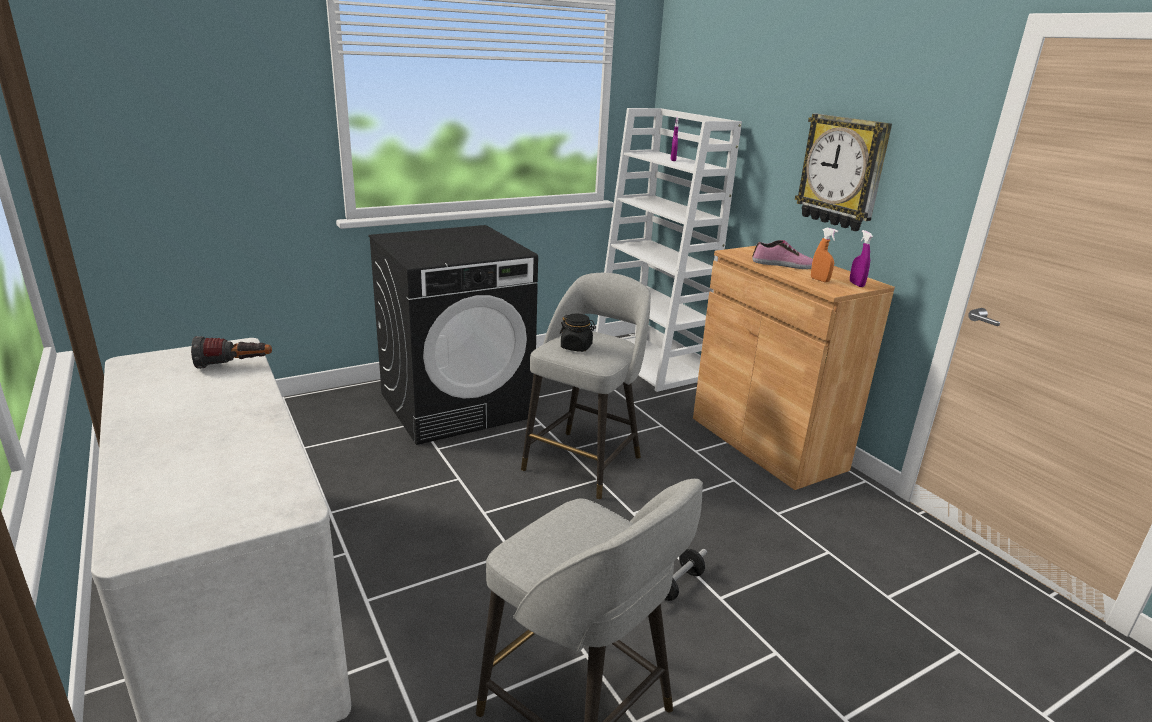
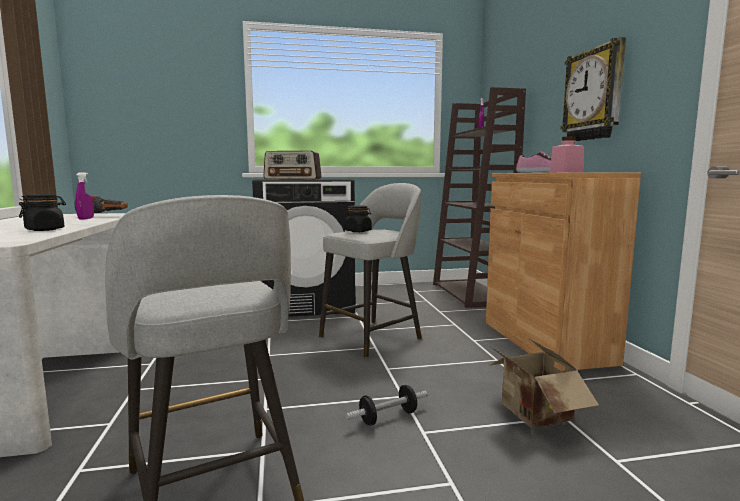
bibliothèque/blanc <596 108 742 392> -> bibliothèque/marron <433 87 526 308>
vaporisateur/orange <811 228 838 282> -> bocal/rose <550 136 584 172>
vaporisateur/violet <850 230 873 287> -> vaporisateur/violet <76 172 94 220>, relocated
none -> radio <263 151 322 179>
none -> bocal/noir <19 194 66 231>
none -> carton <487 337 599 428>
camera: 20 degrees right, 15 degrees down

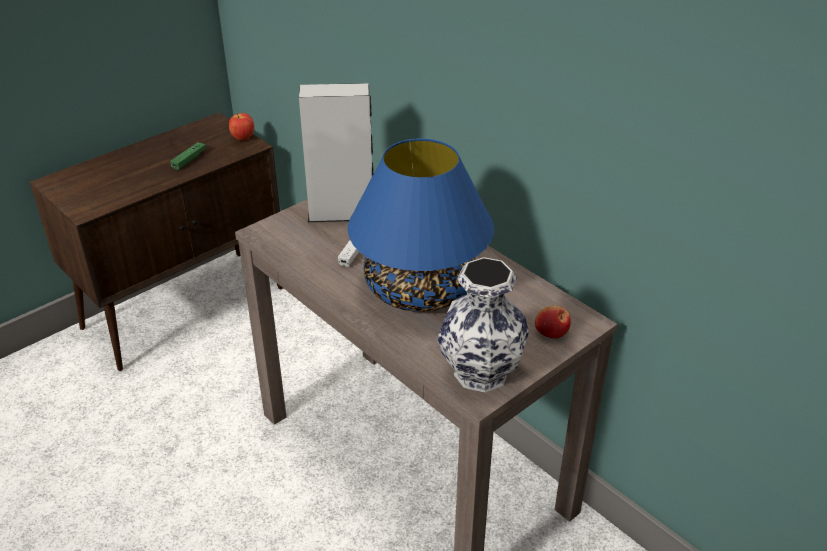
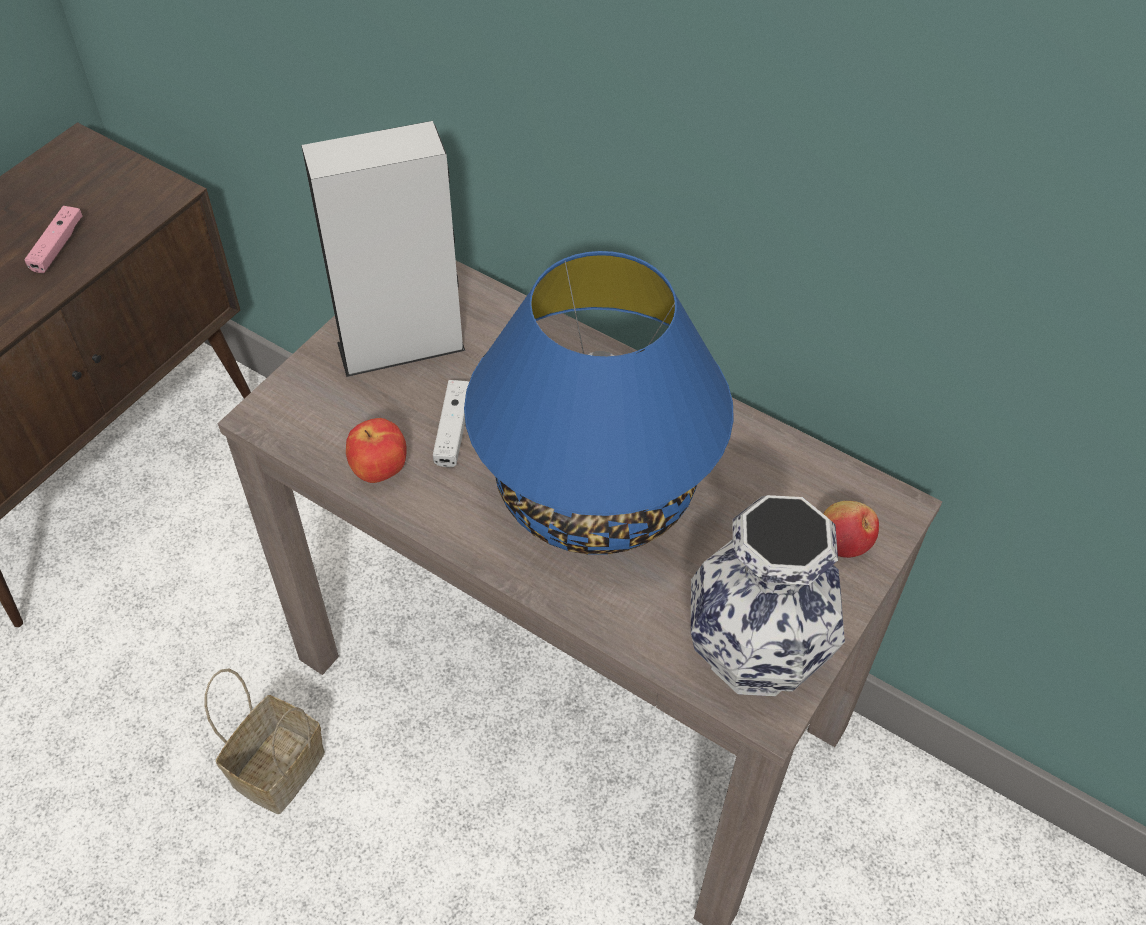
pomme <229 113 254 140> -> pomme <346 418 407 483>, relocated
manette/vert <170 142 206 170> -> manette/rose <24 206 83 273>
none -> panier <205 669 325 814>
camera: 15 degrees left, 15 degrees up

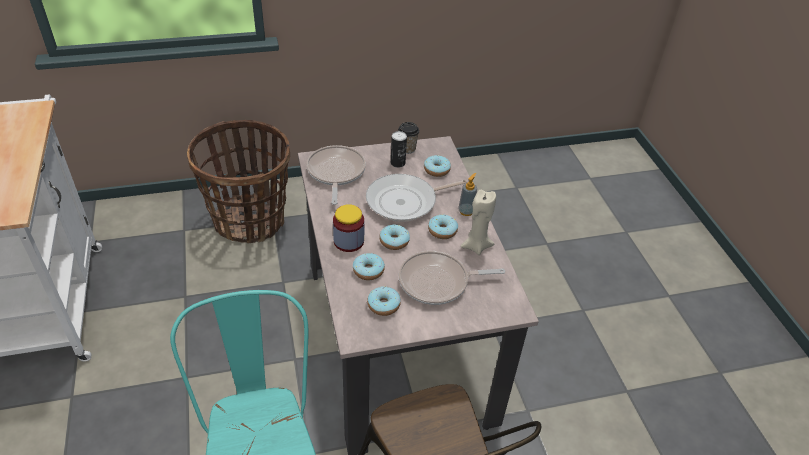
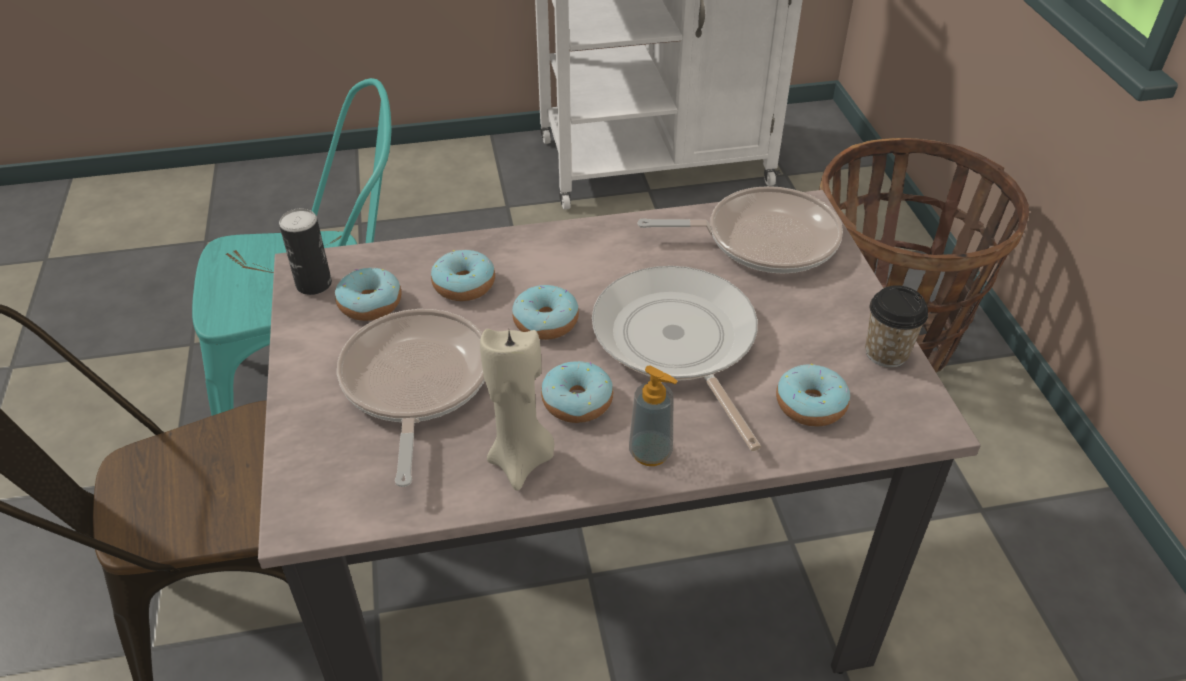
boîte métallique <391 131 407 168> -> boîte métallique <279 208 332 295>, relocated
bocal <333 204 364 252> -> none
camera: 95 degrees right, 0 degrees up

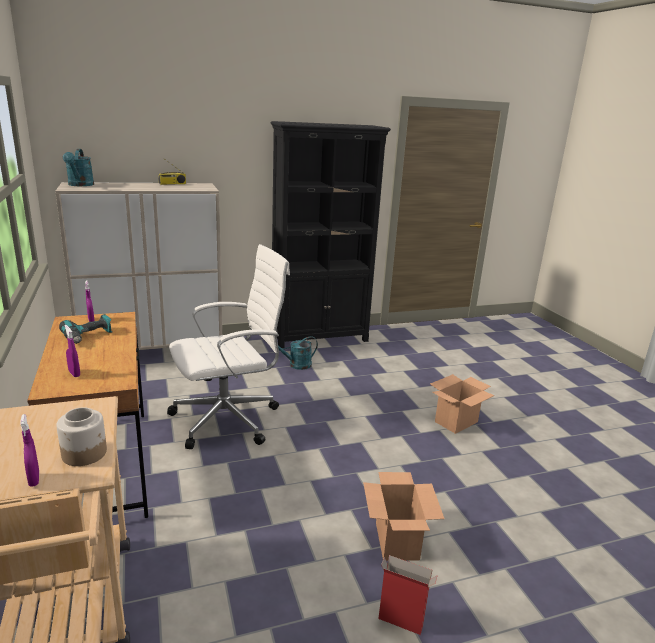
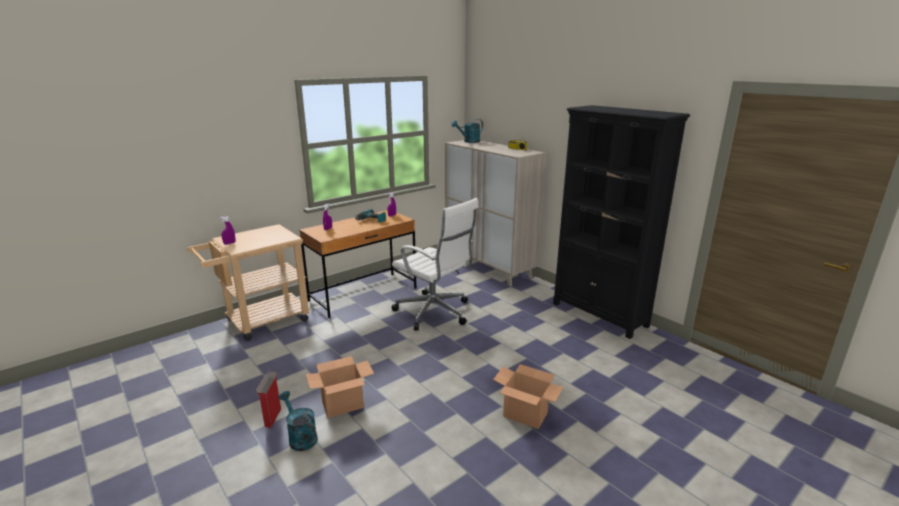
arrosoir/turquoise <270 336 318 370> -> arrosoir/turquoise <278 391 318 451>, relocated
bocal <56 407 107 466> -> none
camera: 70 degrees right, 0 degrees up

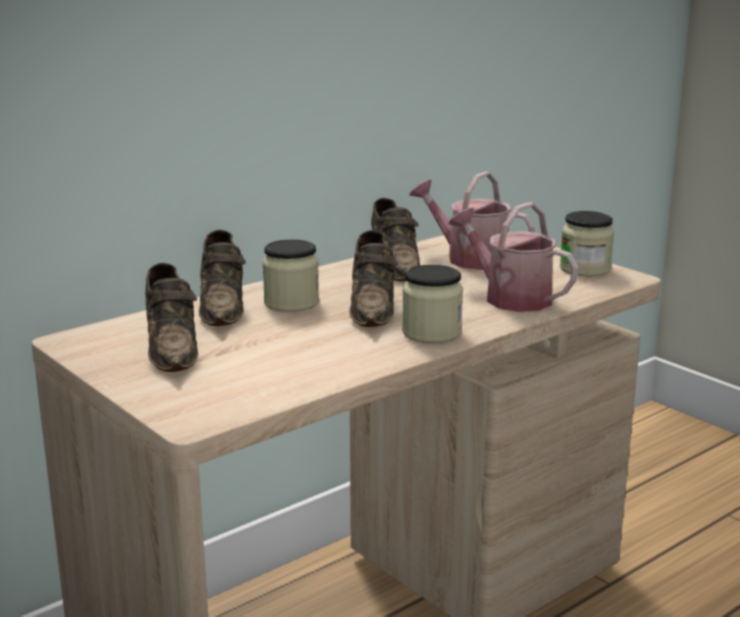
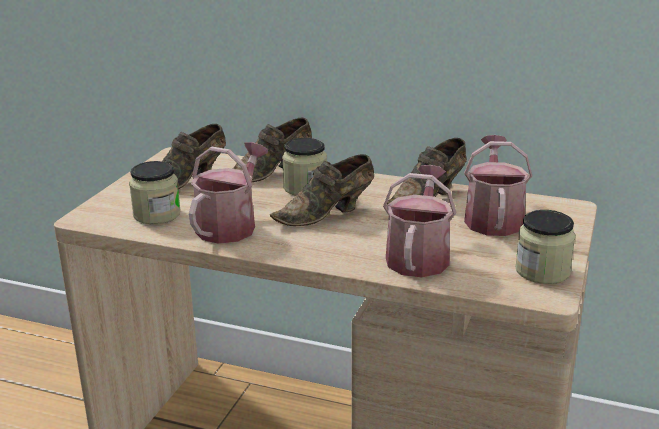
bocal <402 265 463 343> -> bocal <129 161 181 224>, relocated
none -> arrosoir <189 142 268 244>
camera: 60 degrees right, 5 degrees up

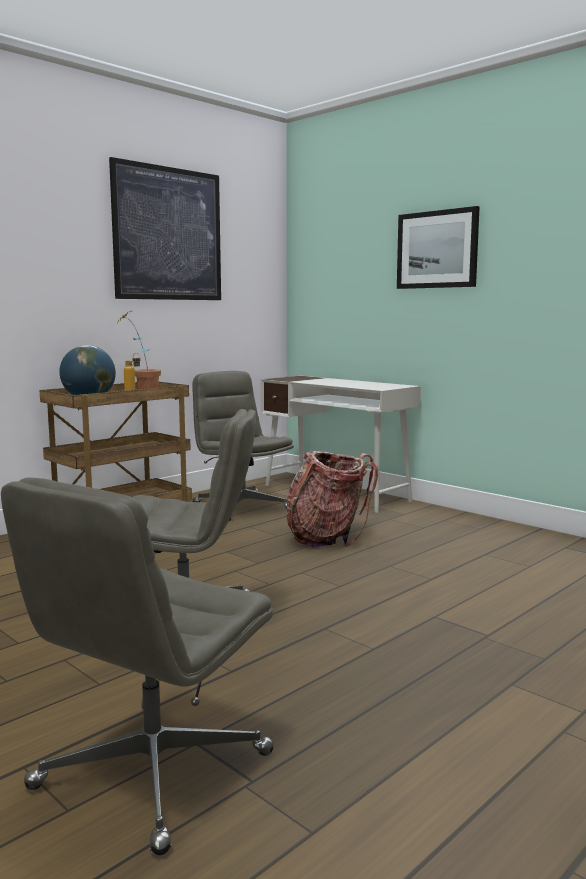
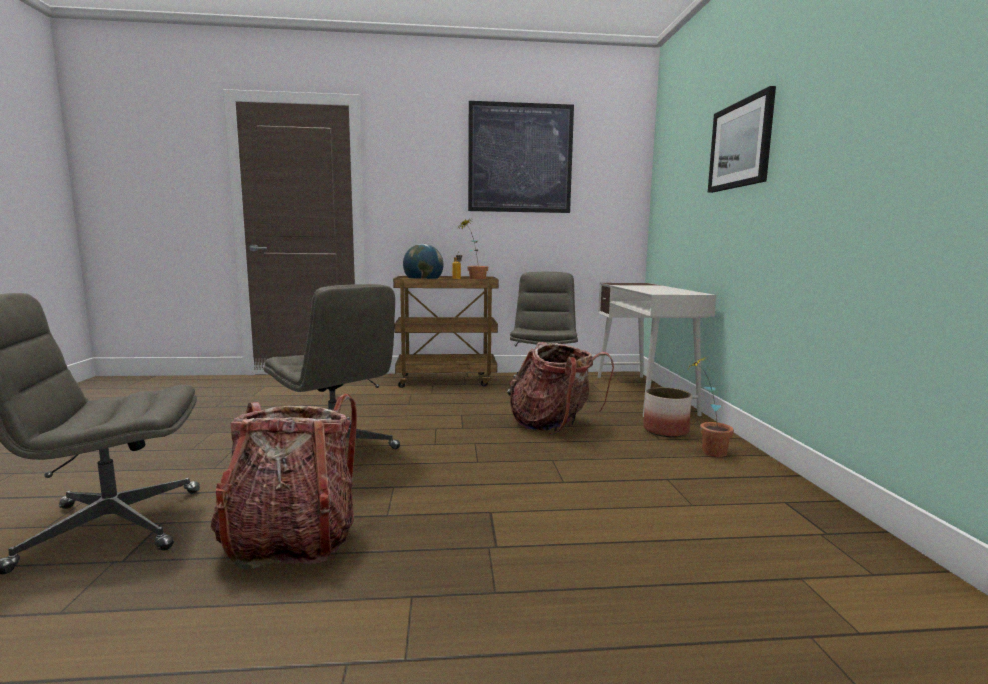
none -> plante en pot <687 357 734 457>
none -> cache-pot <643 387 692 437>
none -> sac à dos <211 394 357 569>
camera: 40 degrees right, 0 degrees up

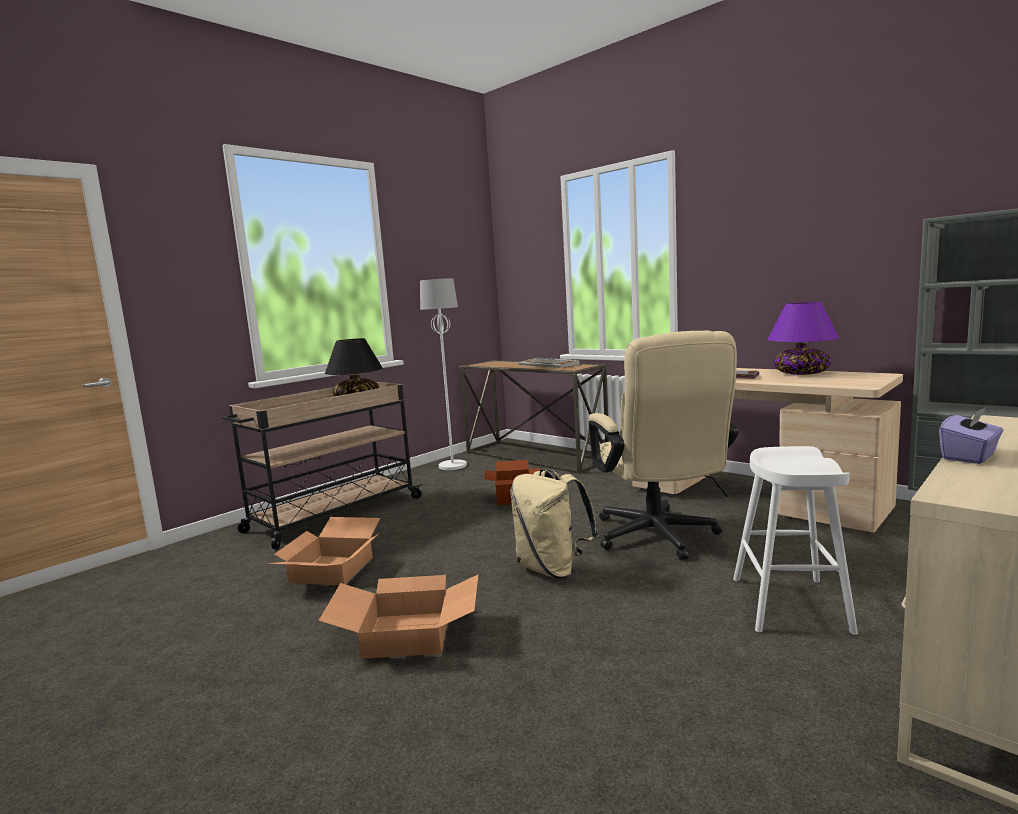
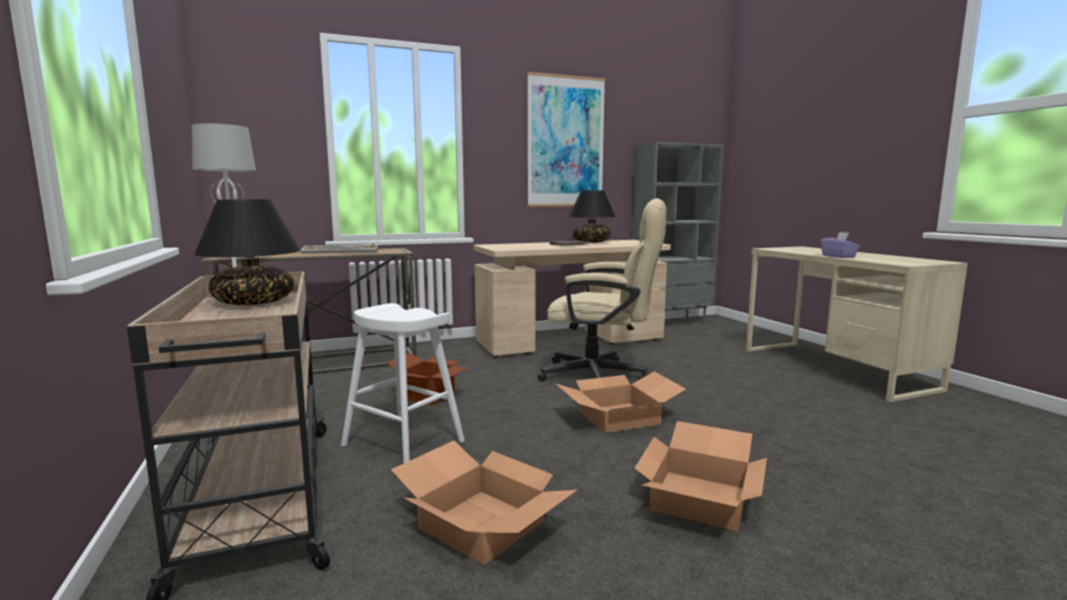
lampe de table/violet <767 302 839 375> -> lampe de table/noir <569 191 616 243>
tabouret/blanc <733 446 858 635> -> tabouret/blanc <341 303 465 464>, relocated
sac à dos/beige <510 469 599 579> -> carton <555 371 686 433>
none -> tableau <527 72 606 207>
camera: 65 degrees left, 0 degrees up

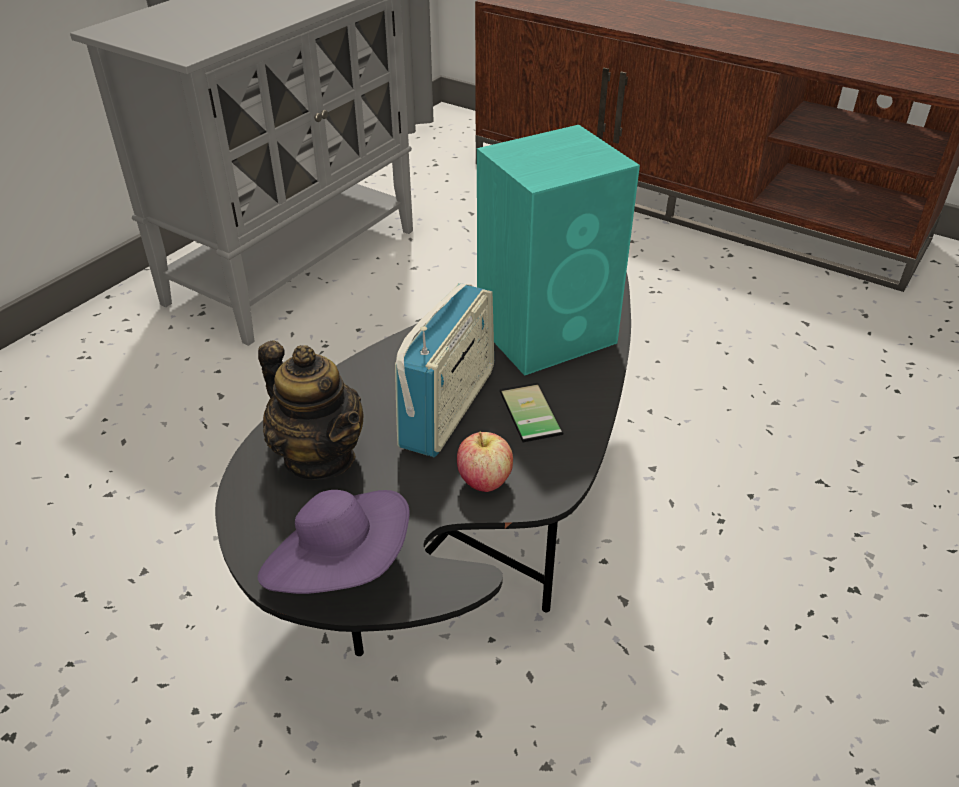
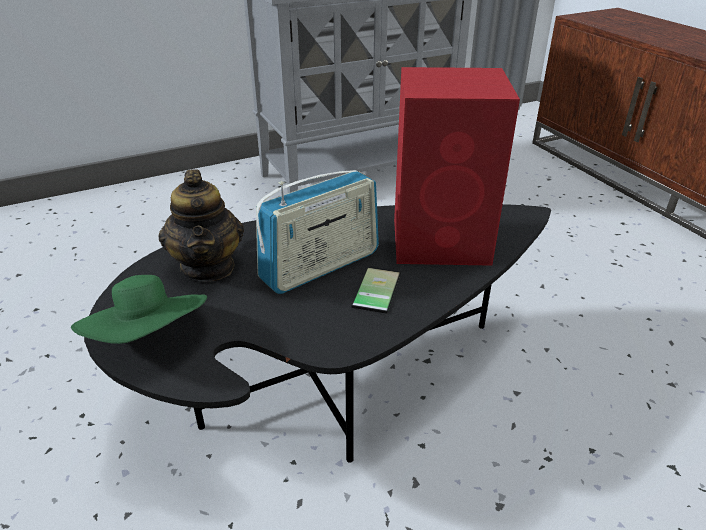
enceinte/turquoise <477 125 640 376> -> enceinte/rouge <394 67 520 266>
pomme <457 432 513 492> -> none
chapeau/violet <258 490 410 594> -> chapeau/vert <71 275 207 344>
camera: 30 degrees right, 5 degrees down

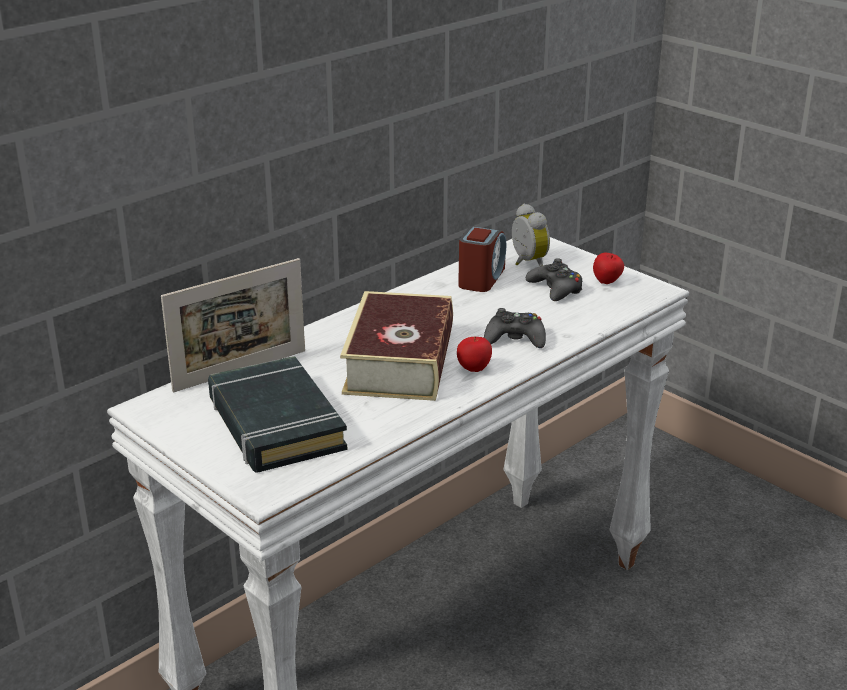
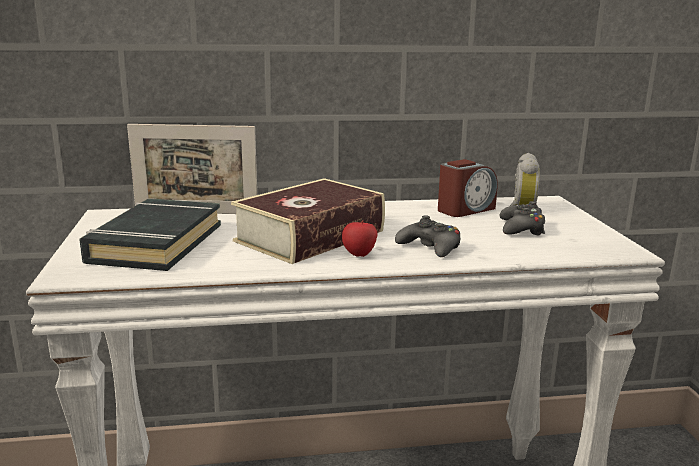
pomme <593 253 624 284> -> none
camera: 35 degrees right, 10 degrees down

